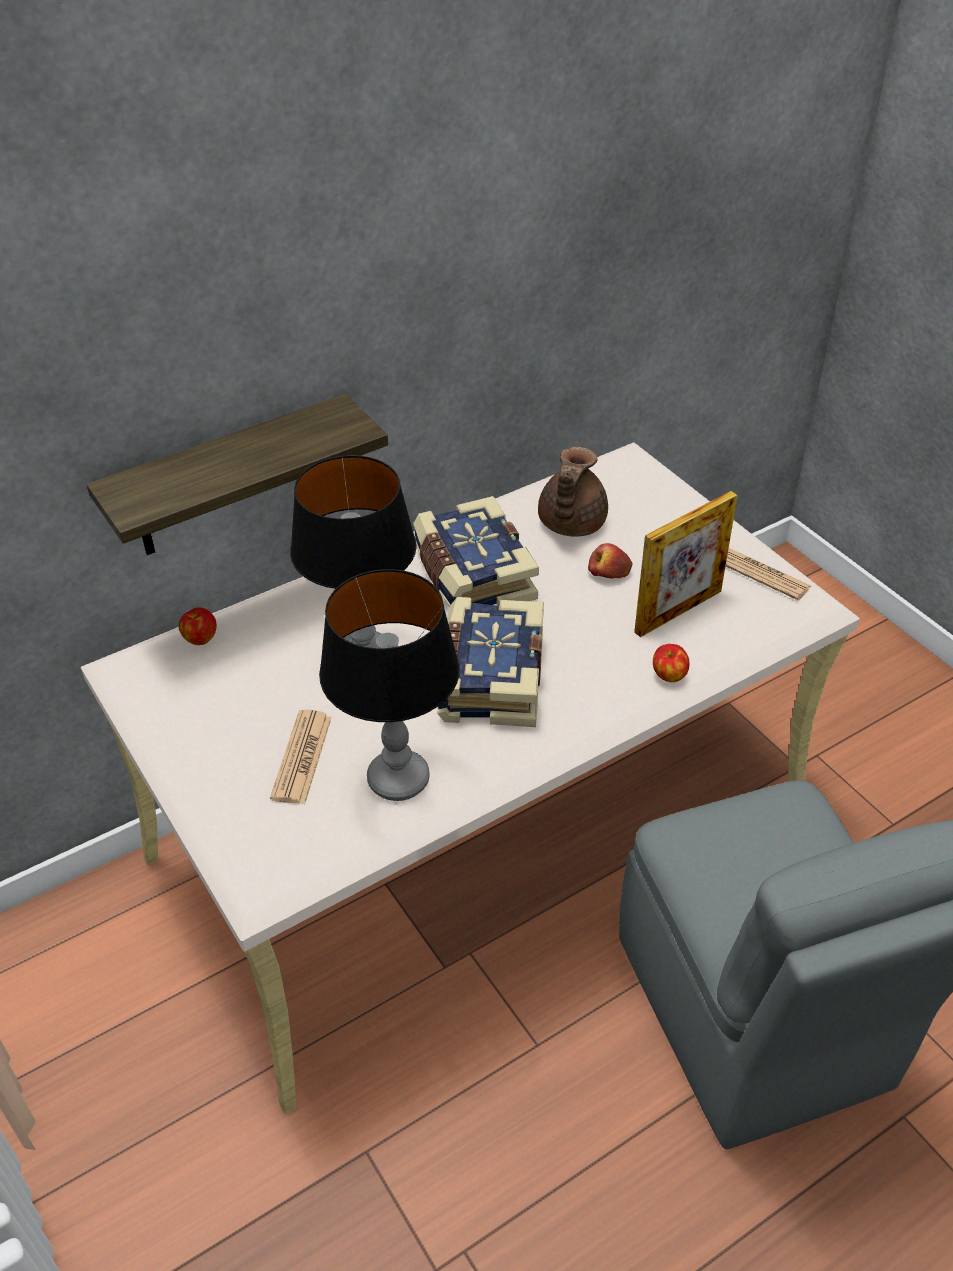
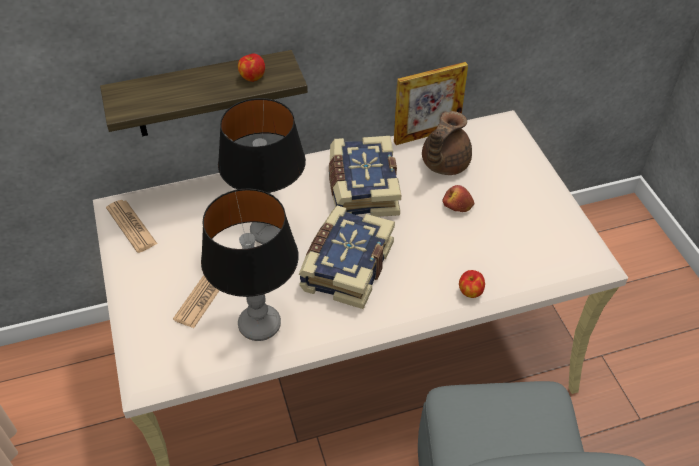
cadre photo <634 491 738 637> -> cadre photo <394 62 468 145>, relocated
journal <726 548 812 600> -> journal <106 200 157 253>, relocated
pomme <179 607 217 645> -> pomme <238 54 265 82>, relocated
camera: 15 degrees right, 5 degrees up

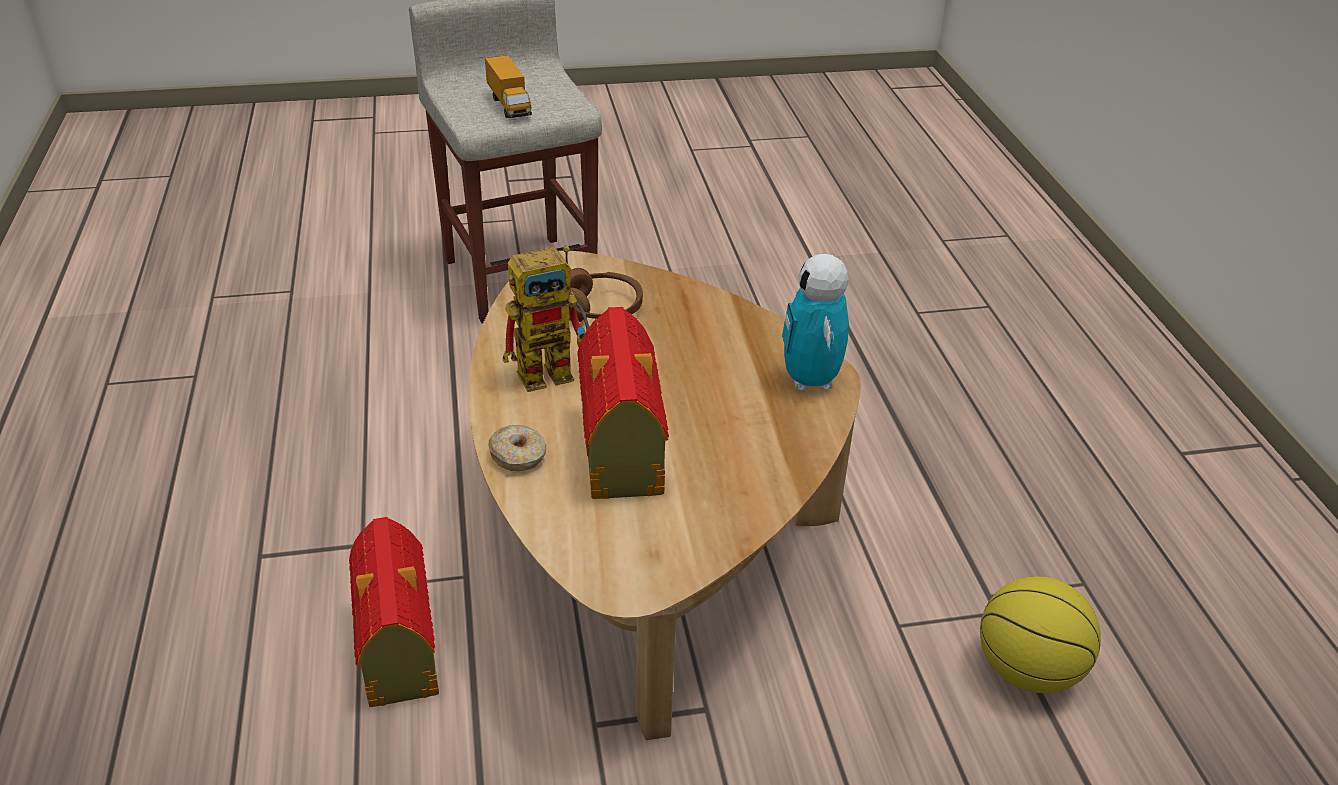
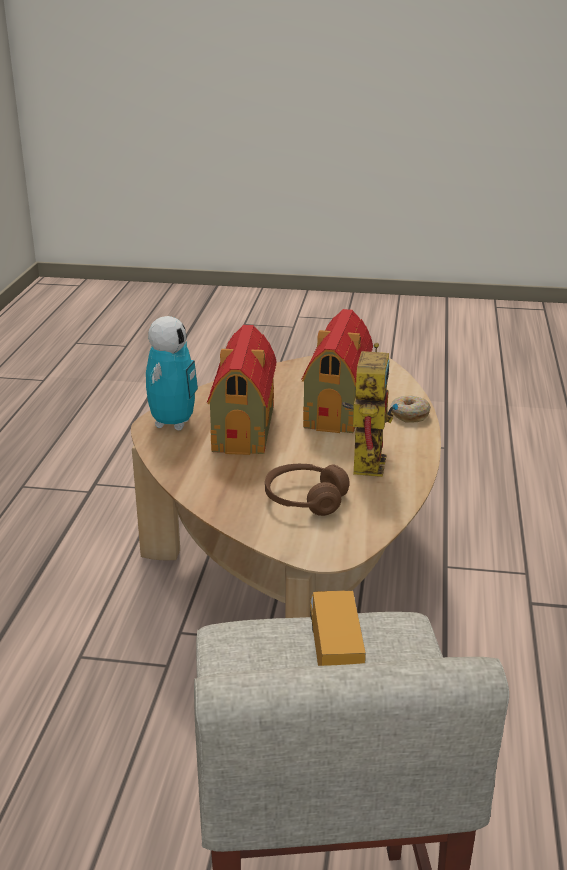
robot jouet <503 245 589 392> -> robot jouet <342 343 399 477>, 105 degrees clockwise
maison miniature <349 517 439 707> -> maison miniature <207 325 276 455>, relocated
ballon de basket <980 576 1101 693> -> none
camera: 160 degrees left, 10 degrees down

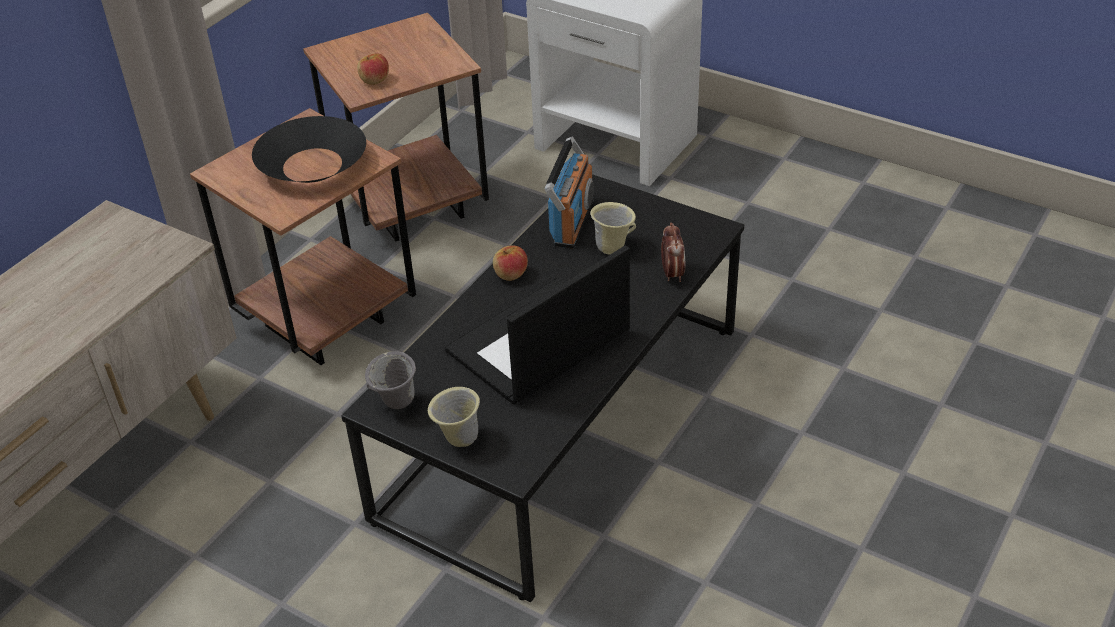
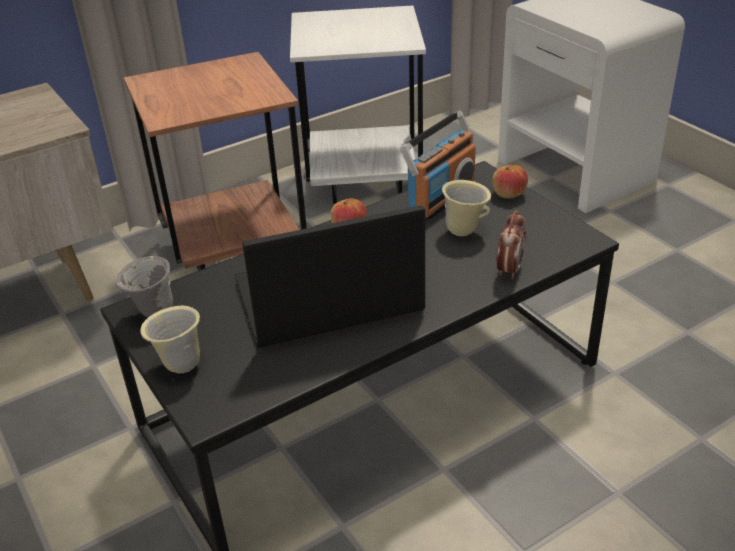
table d'appoint/marron <303 13 489 241> -> table d'appoint/blanc <290 5 426 204>
pomme <357 54 389 85> -> pomme <492 165 528 199>, relocated
bol/noir <252 116 366 183> -> none
camera: 25 degrees right, 5 degrees down

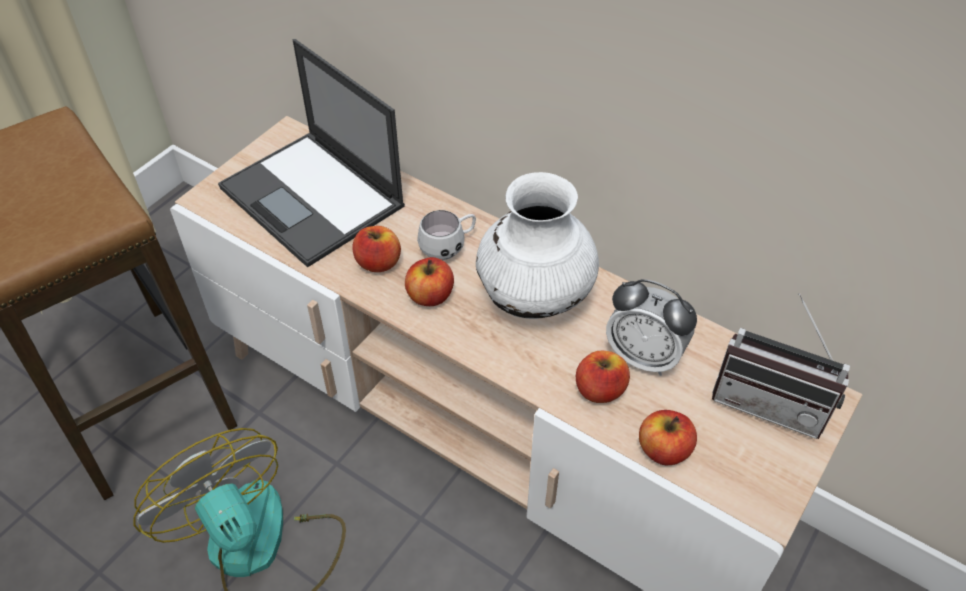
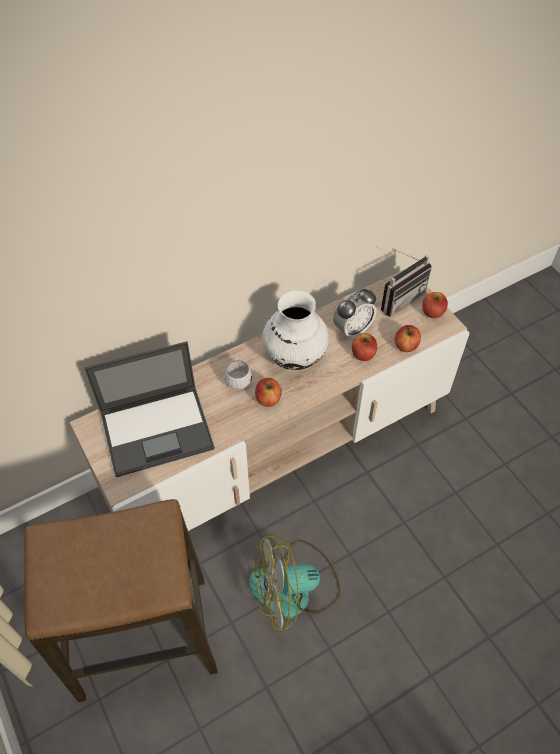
pomme <352 226 401 272> -> pomme <422 292 448 318>, relocated
camera: 65 degrees left, 5 degrees up

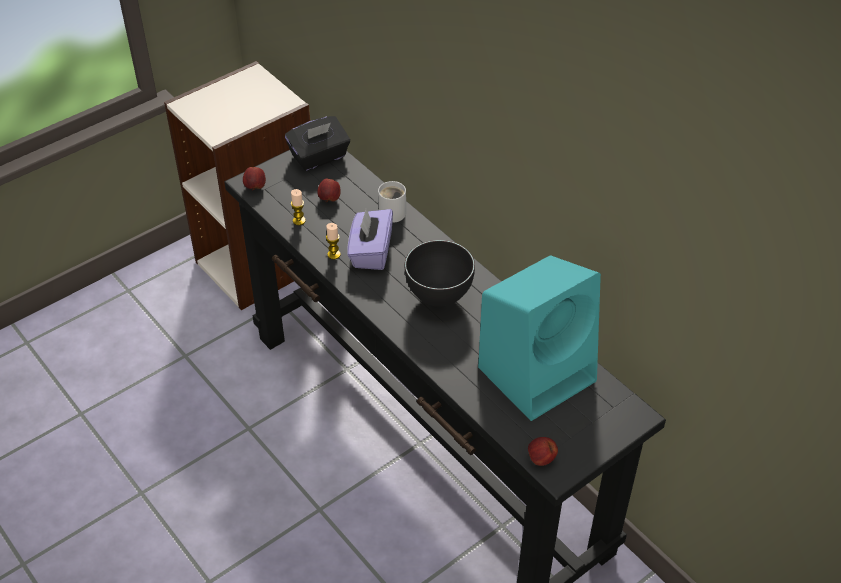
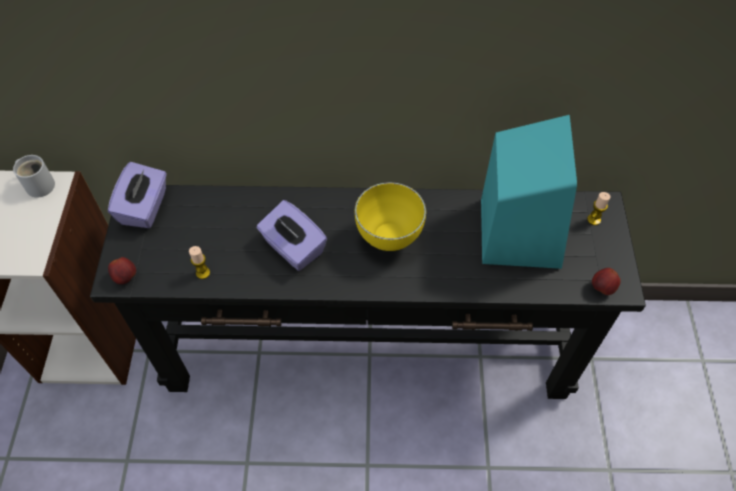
boîte à mouchoirs/noir <285 116 350 171> -> boîte à mouchoirs/violet <108 162 167 228>
pomme <317 179 341 202> -> none
mug/blanc <378 181 406 223> -> mug/blanc <13 155 55 198>, relocated
bougie <326 223 341 259> -> bougie <587 192 611 225>, relocated
bol/noir <405 240 475 308> -> bol/jaune <355 182 426 251>
camera: 50 degrees left, 10 degrees up

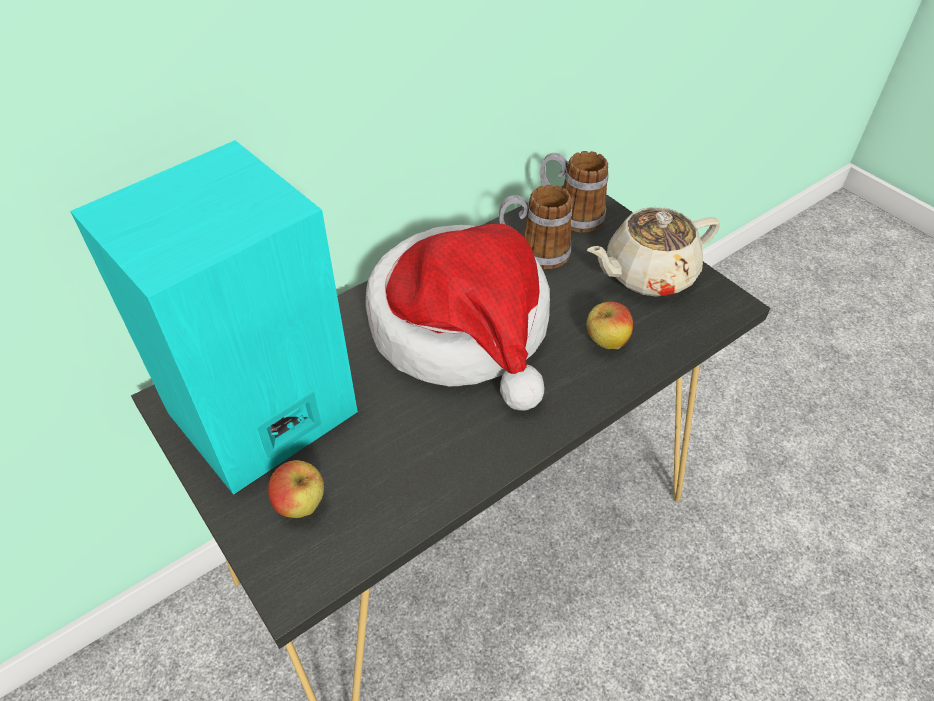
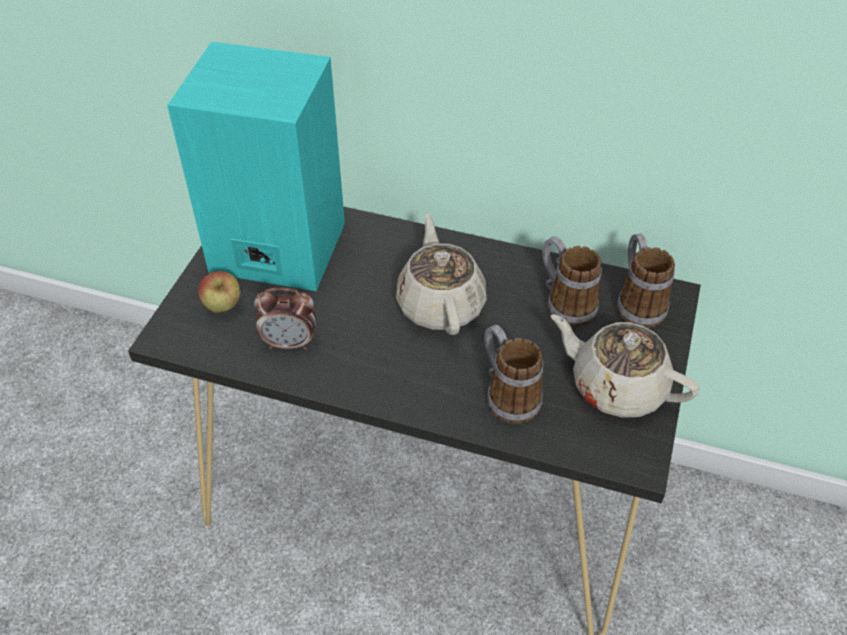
chapeau <365 224 550 410> -> théière/beige <396 213 487 335>
pomme <587 302 633 349> -> mug <484 325 543 424>
none -> réveil <254 288 316 350>
camera: 55 degrees right, 0 degrees up

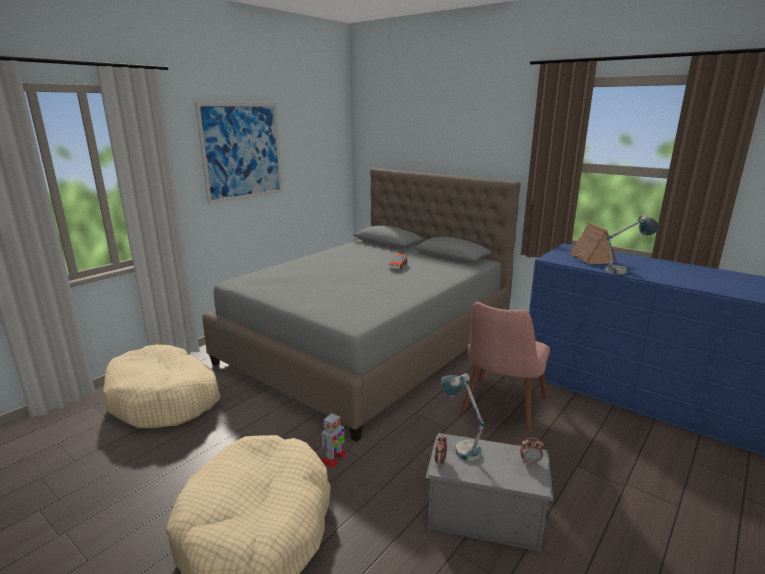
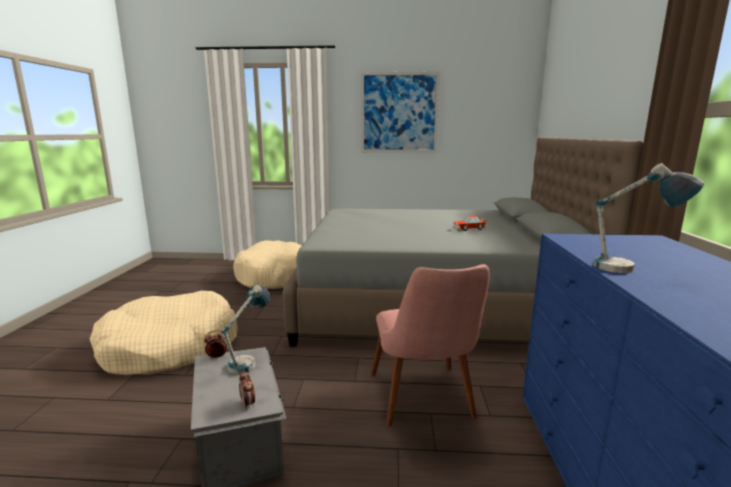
maison miniature <569 223 616 264> -> none
chaise/rose <461 302 550 431> -> chaise/rose <371 264 490 426>, 90 degrees counterclockwise
robot jouet <321 411 347 468> -> none
camera: 55 degrees right, 5 degrees down

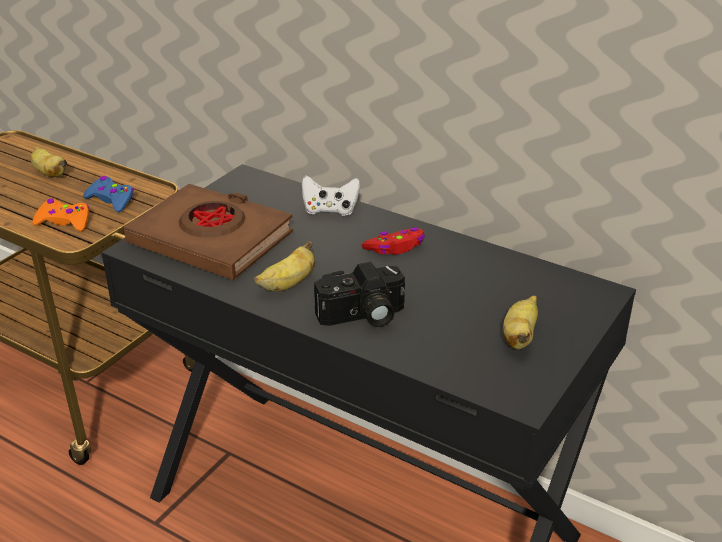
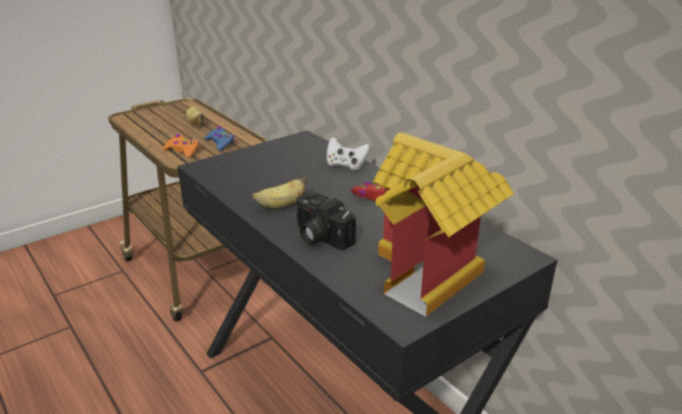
livre/marron <124 184 293 280> -> none
appareil photo <314 262 405 327> -> appareil photo <294 193 356 250>, 45 degrees clockwise
banane <503 296 538 349> -> maison miniature <373 132 514 317>
camera: 20 degrees right, 5 degrees down

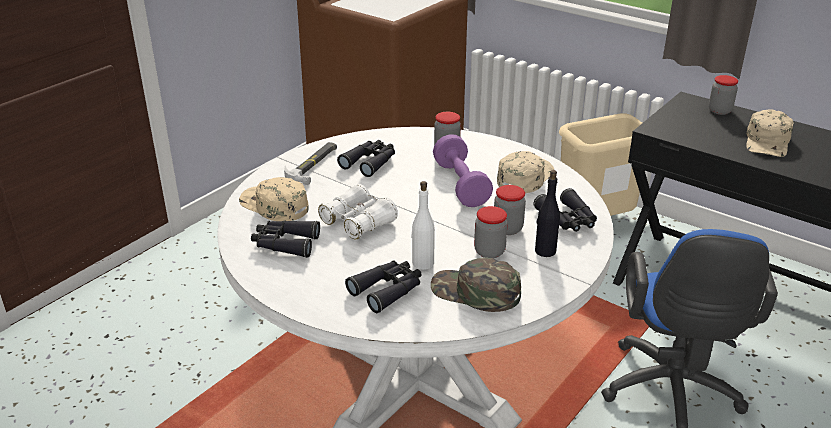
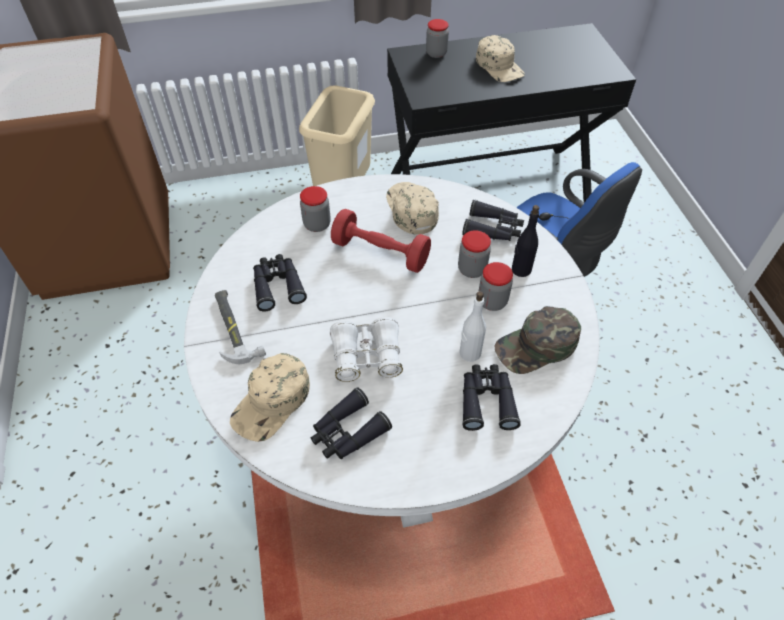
haltère/violet <433 134 493 207> -> haltère/rouge <331 209 431 273>
casquette/beige <239 177 309 221> -> casquette/beige <230 353 310 442>, 45 degrees counterclockwise
camera: 50 degrees left, 20 degrees up

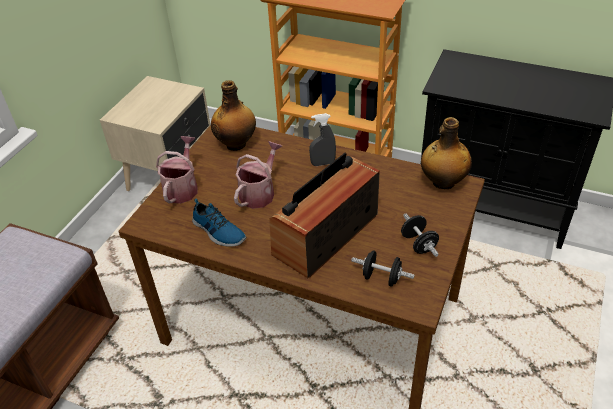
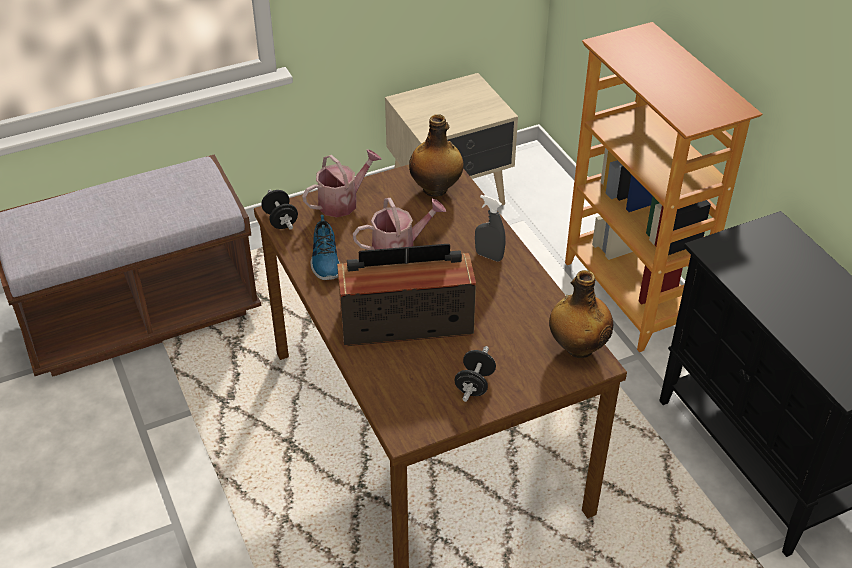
haltère/noir <351 251 415 286> -> haltère/noir <261 190 298 230>, relocated
camera: 40 degrees right, 0 degrees up

